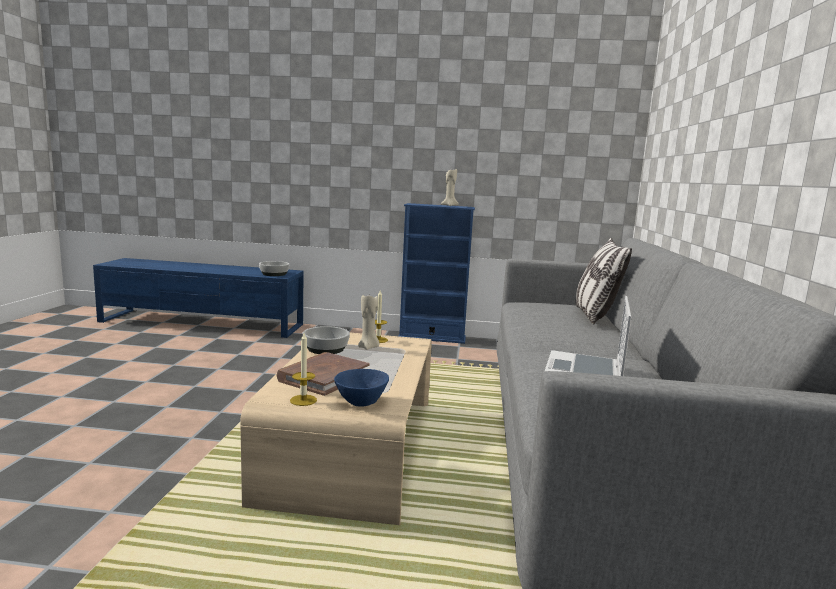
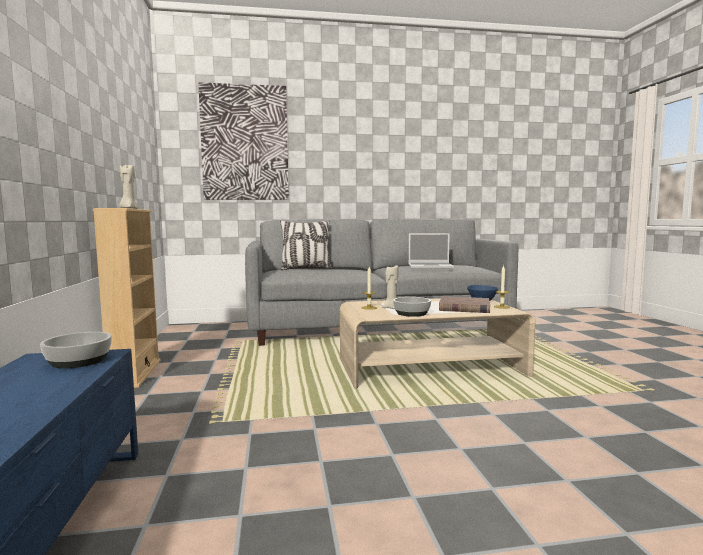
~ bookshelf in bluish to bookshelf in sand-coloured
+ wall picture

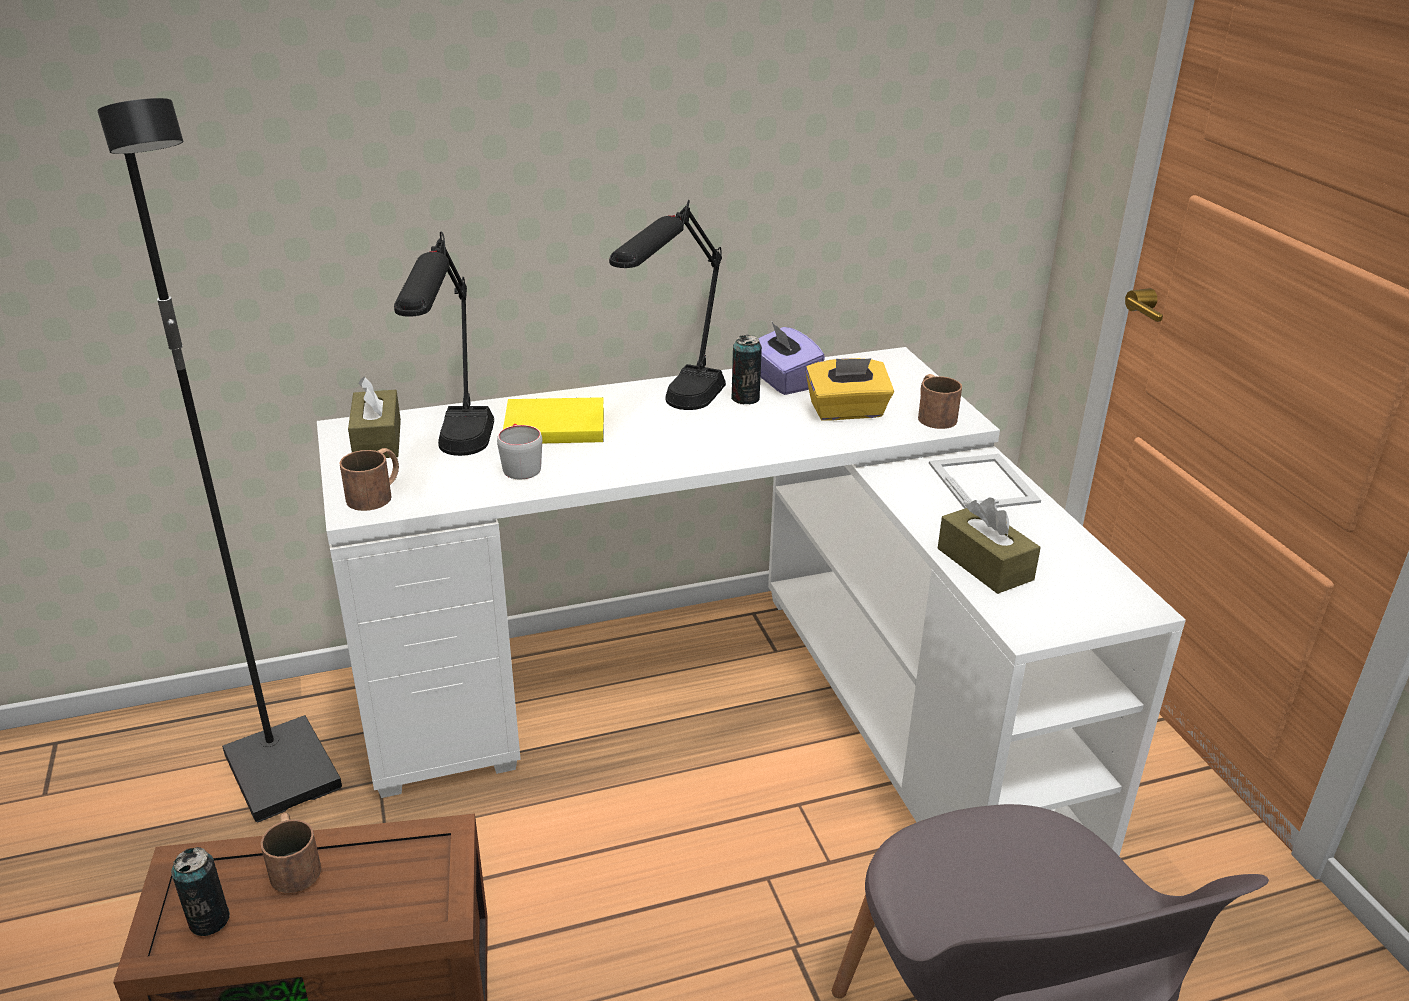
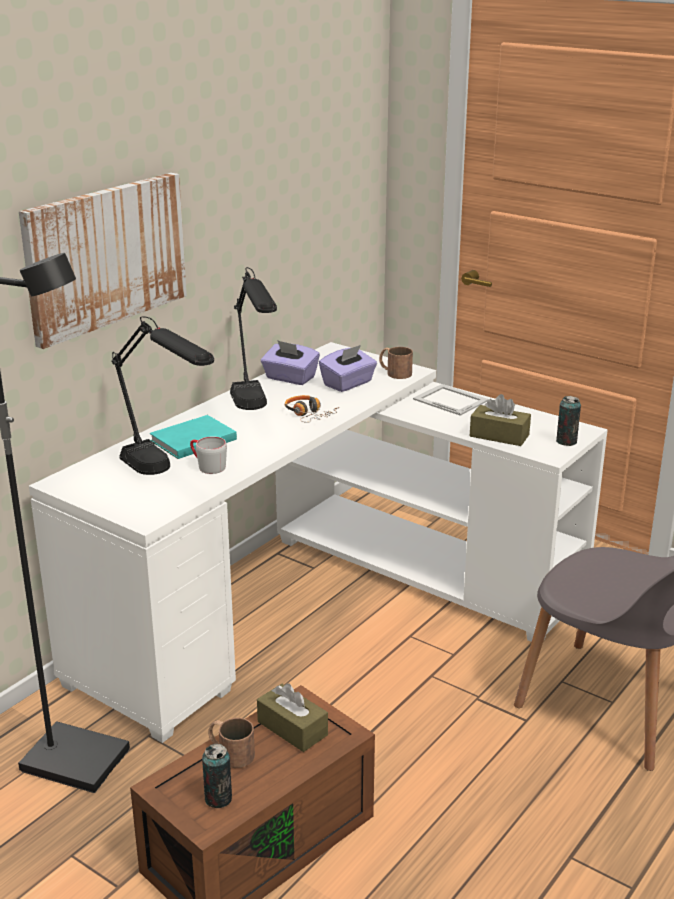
- coffee mug in brown (2nd from left)
~ tissue holder in brown (1st from left)
~ bound book in yellow-coloured to bound book in turquoise-coloured
~ metal can (2nd from left)
~ tissue holder in yellow-coloured to tissue holder in purple (2nd from left)
+ wall picture
+ headphones

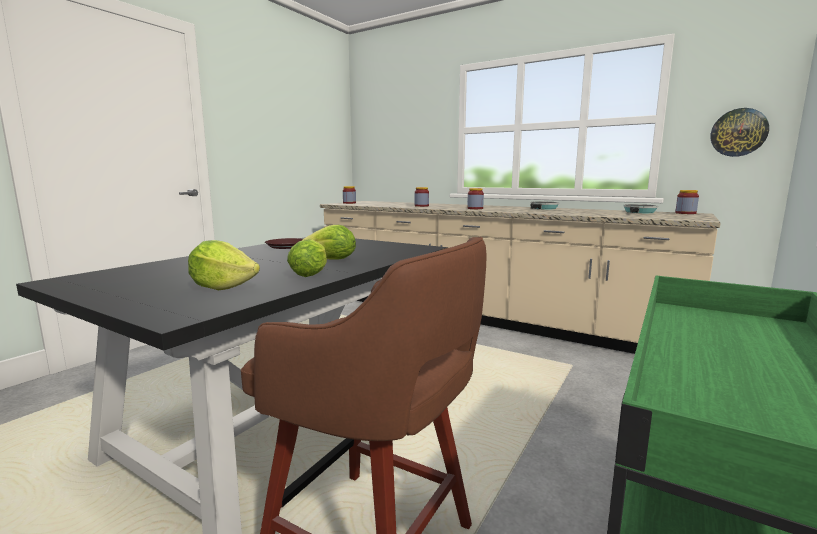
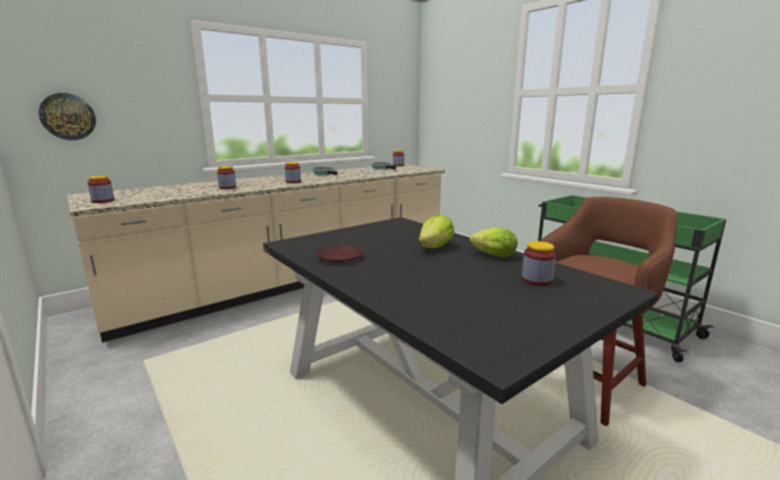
~ head of lettuce (1st from left) to preserve jar (5th from left)
~ hanging clock

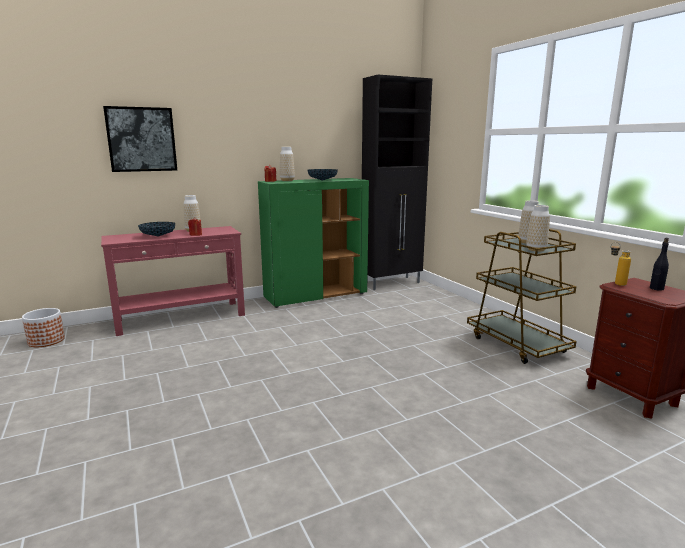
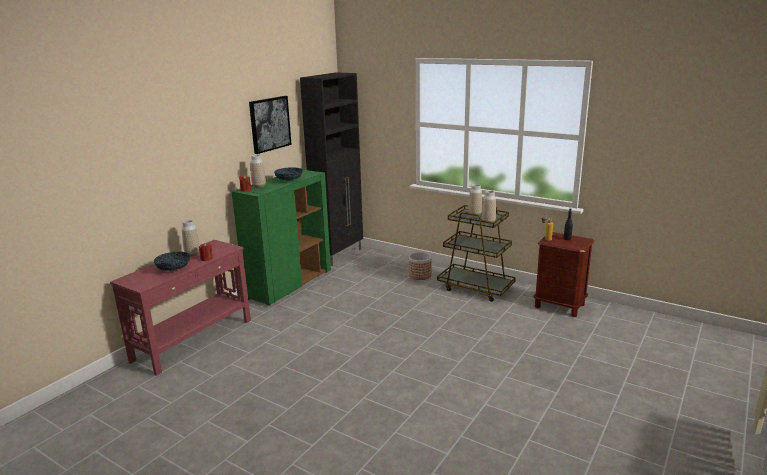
~ planter
~ wall picture

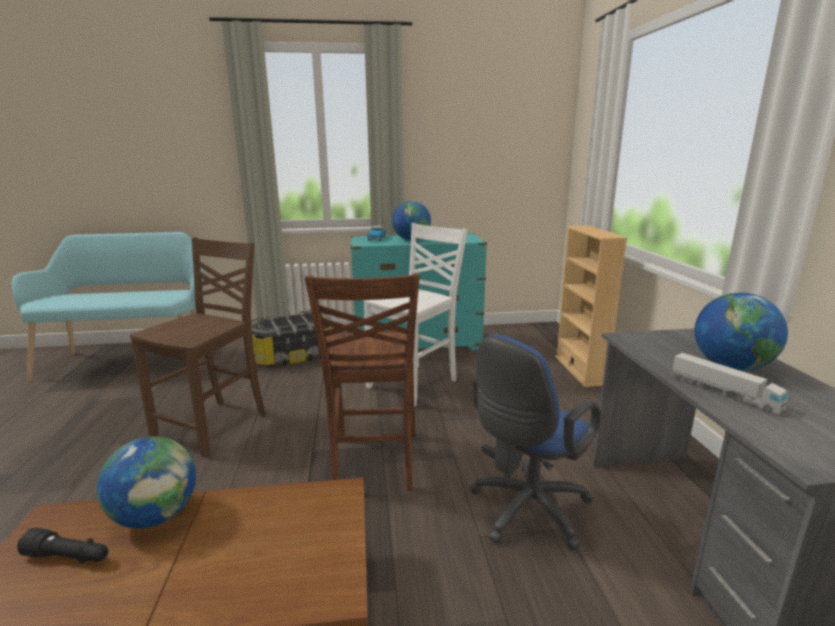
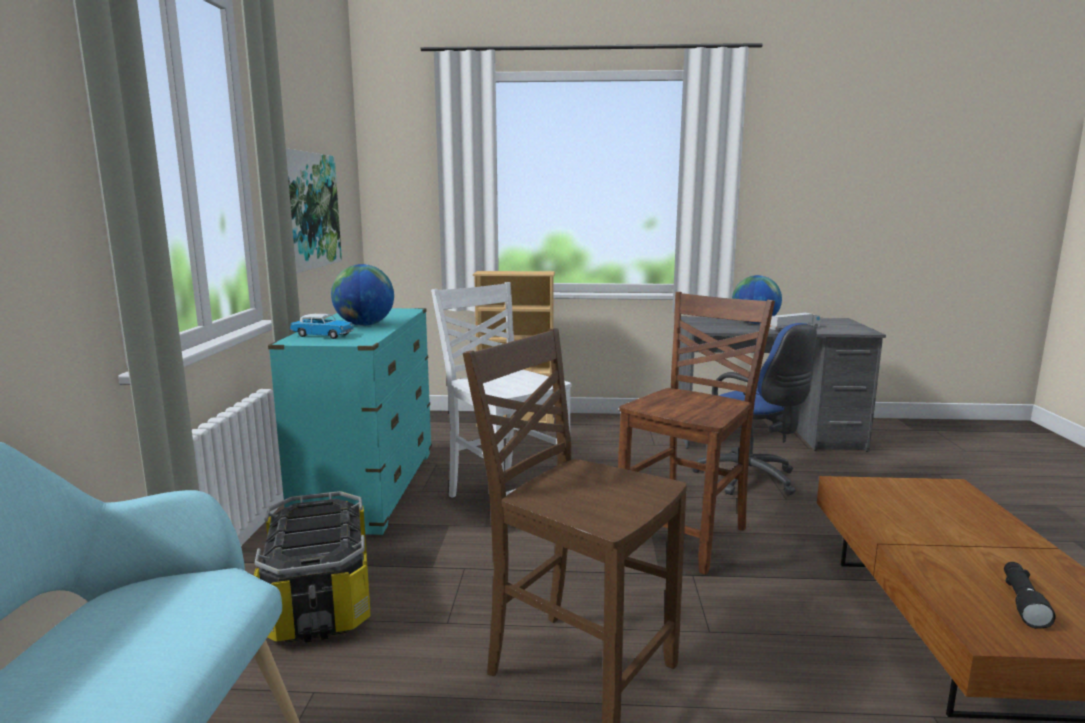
- world globe (1st from left)
~ plain chair in brown (2nd from left) 60 degrees counterclockwise
+ wall picture

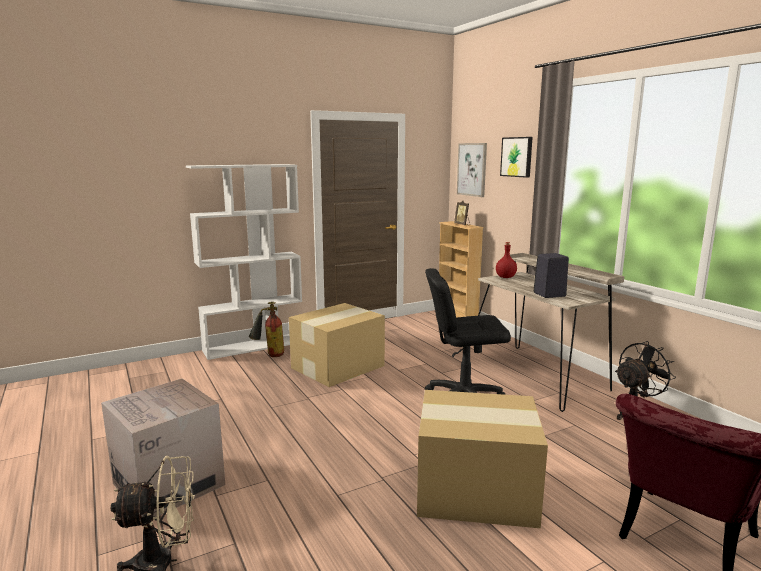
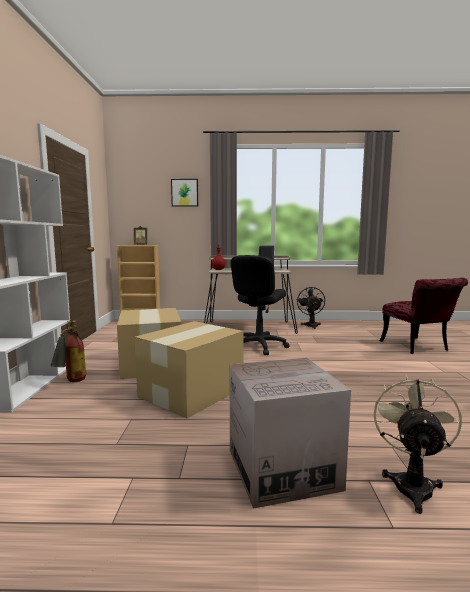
~ carton (3rd from left in the first image) to carton (2nd from left)
- wall picture (1st from left)

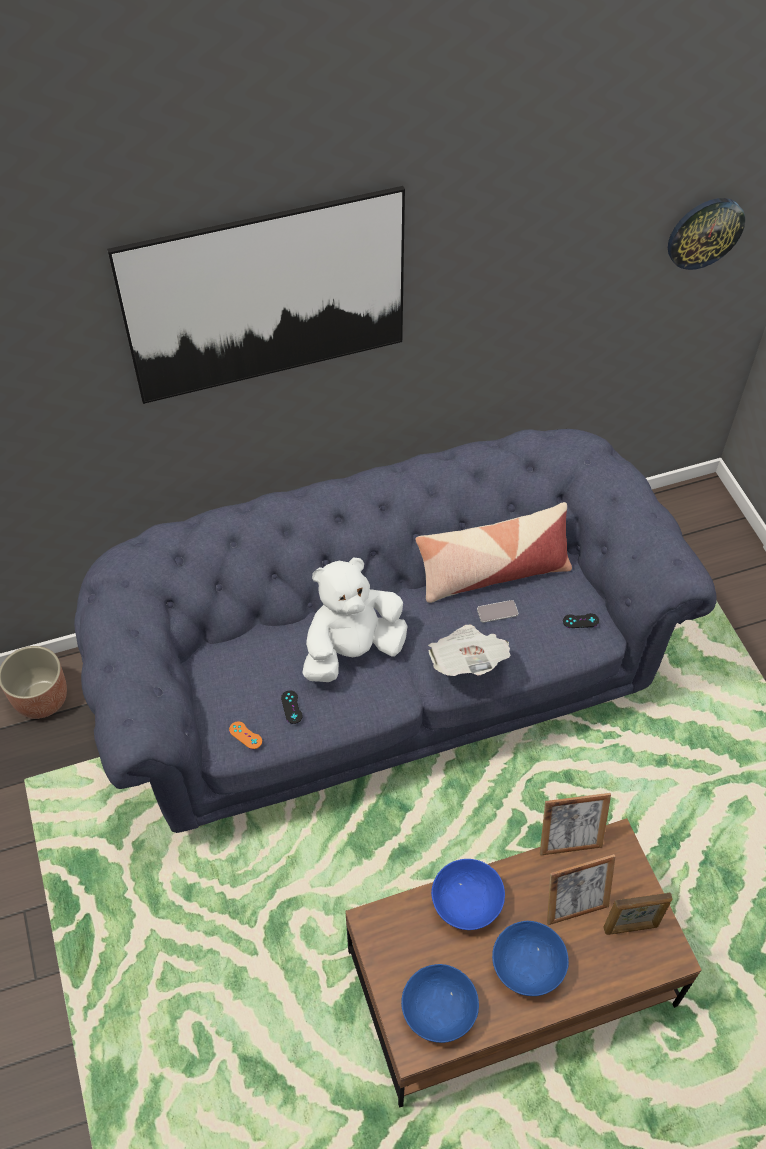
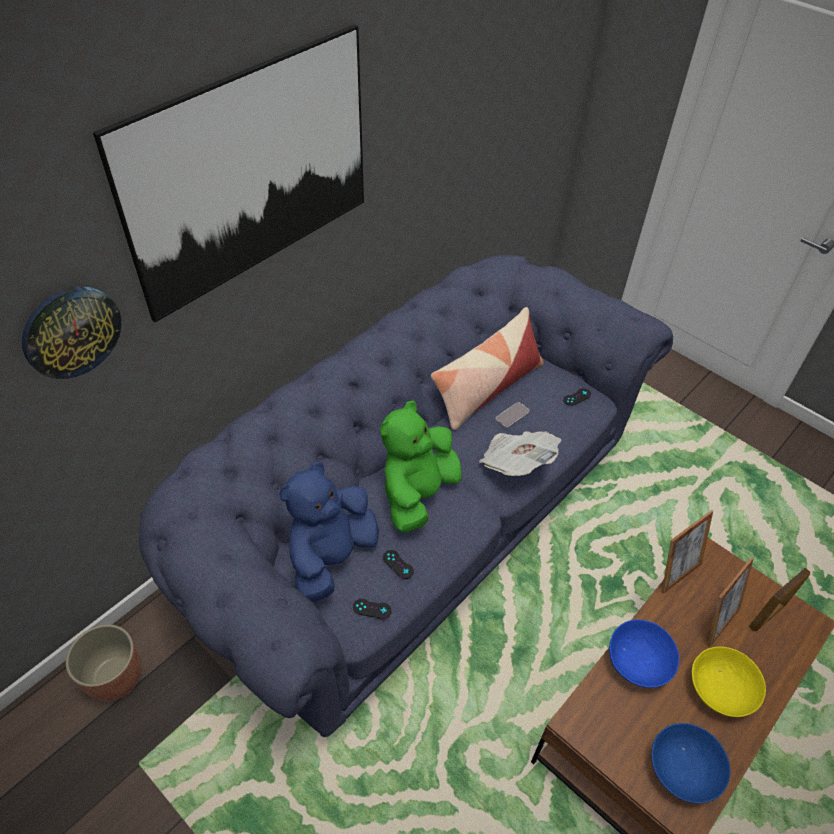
~ joypad in orange-coloured to joypad in black (1st from left)
~ cuddly toy in white to cuddly toy in green-coloured
~ deep dish in bluish (3rd from left) to deep dish in yellow-coloured
~ hanging clock
+ cuddly toy in bluish

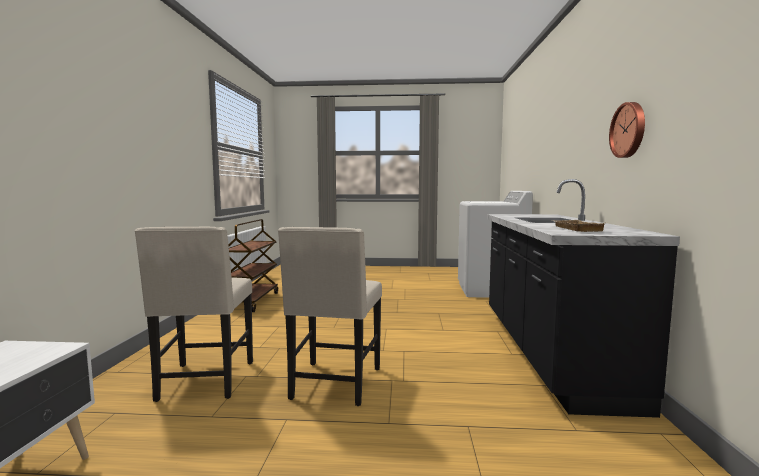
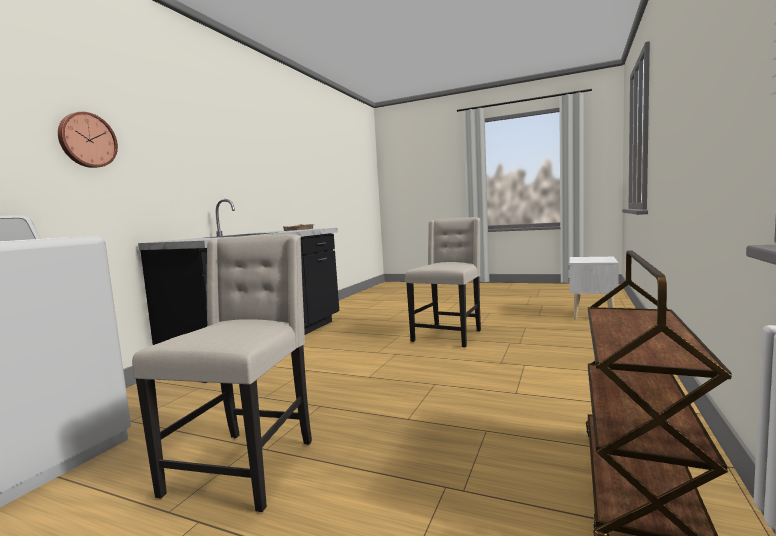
~ plain chair in sand-coloured (1st from left)
~ hanging clock

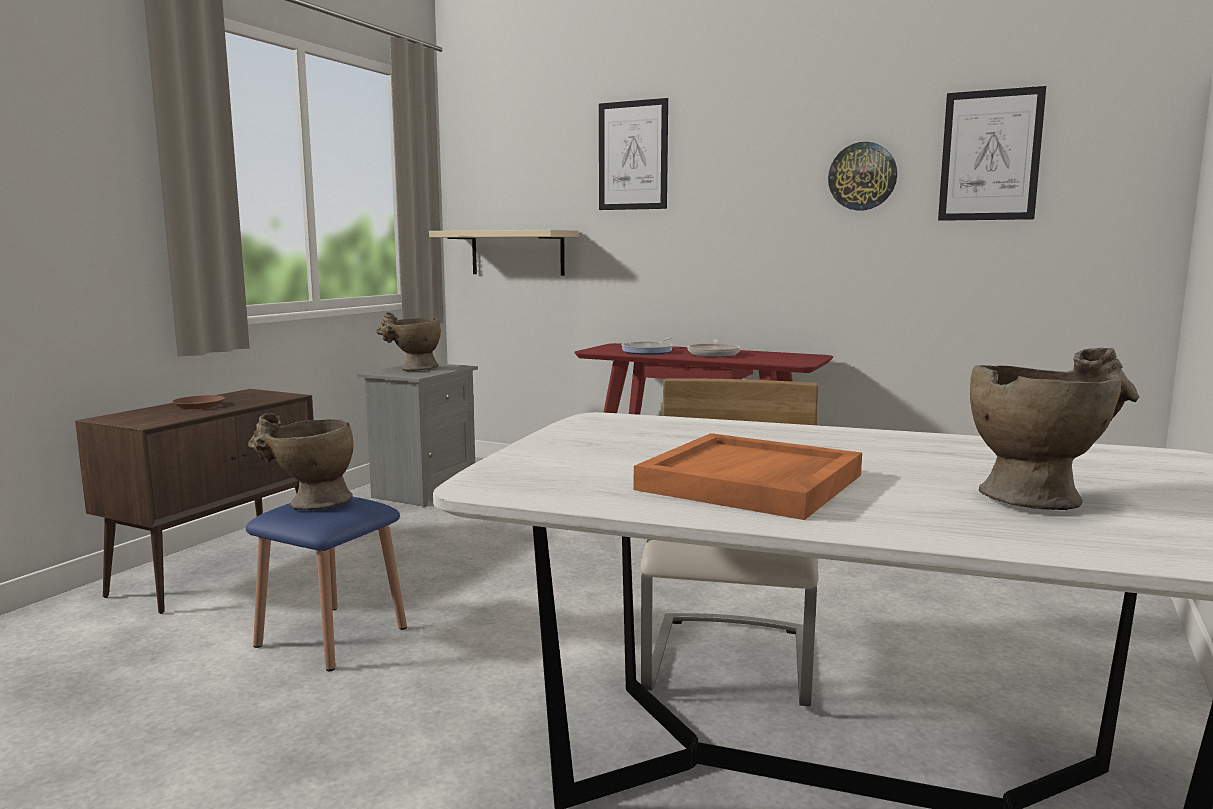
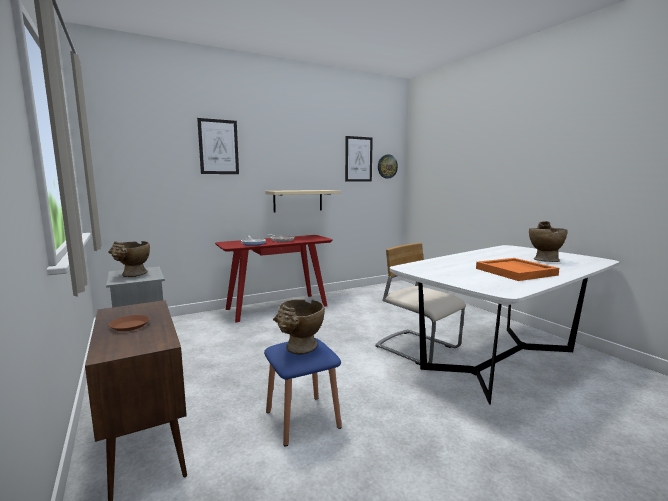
~ shelf in sand-coloured
~ hanging clock

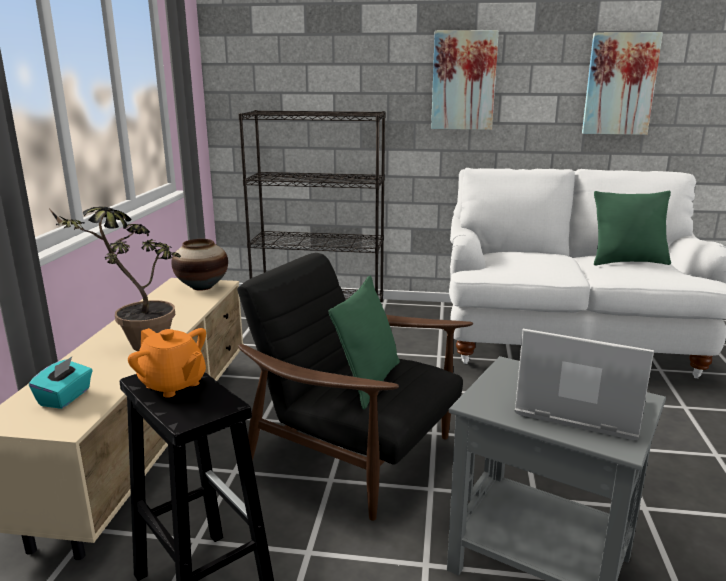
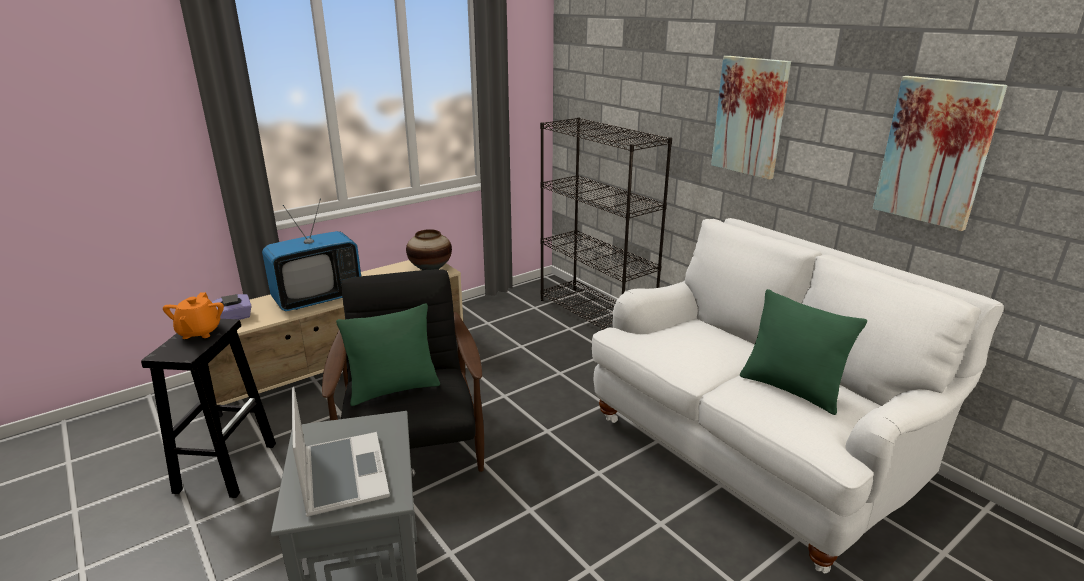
~ tissue holder in turquoise-coloured to tissue holder in purple
~ plant in a pot to TV set

